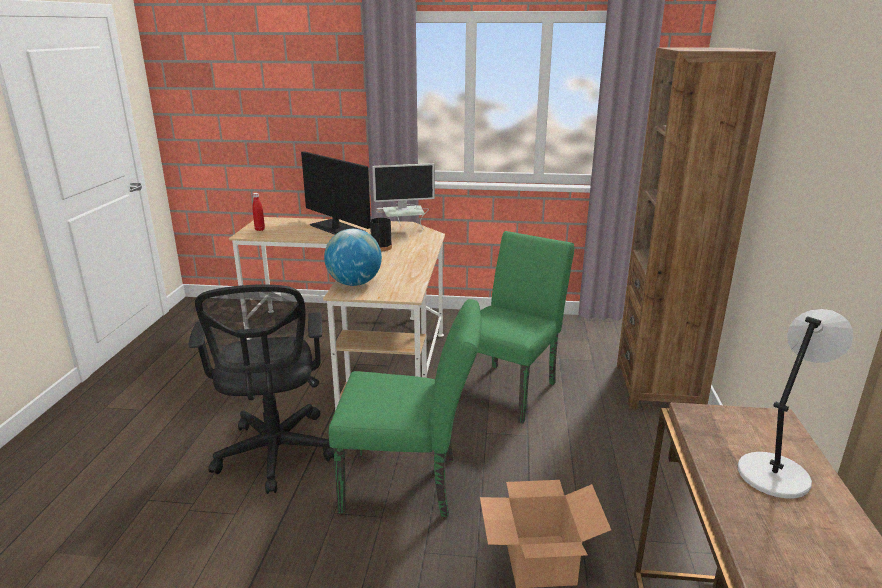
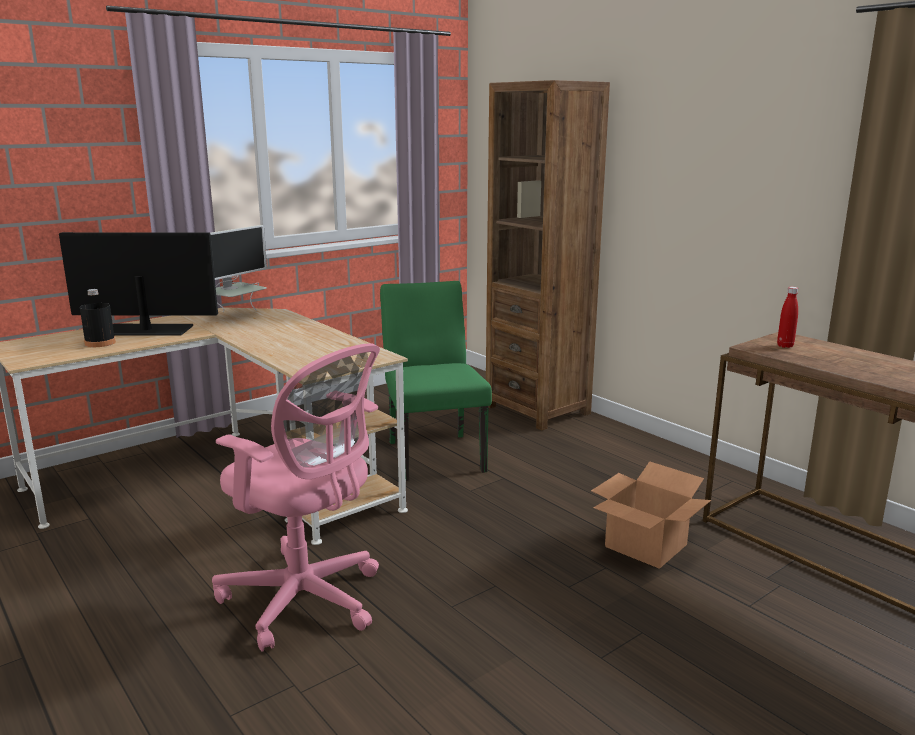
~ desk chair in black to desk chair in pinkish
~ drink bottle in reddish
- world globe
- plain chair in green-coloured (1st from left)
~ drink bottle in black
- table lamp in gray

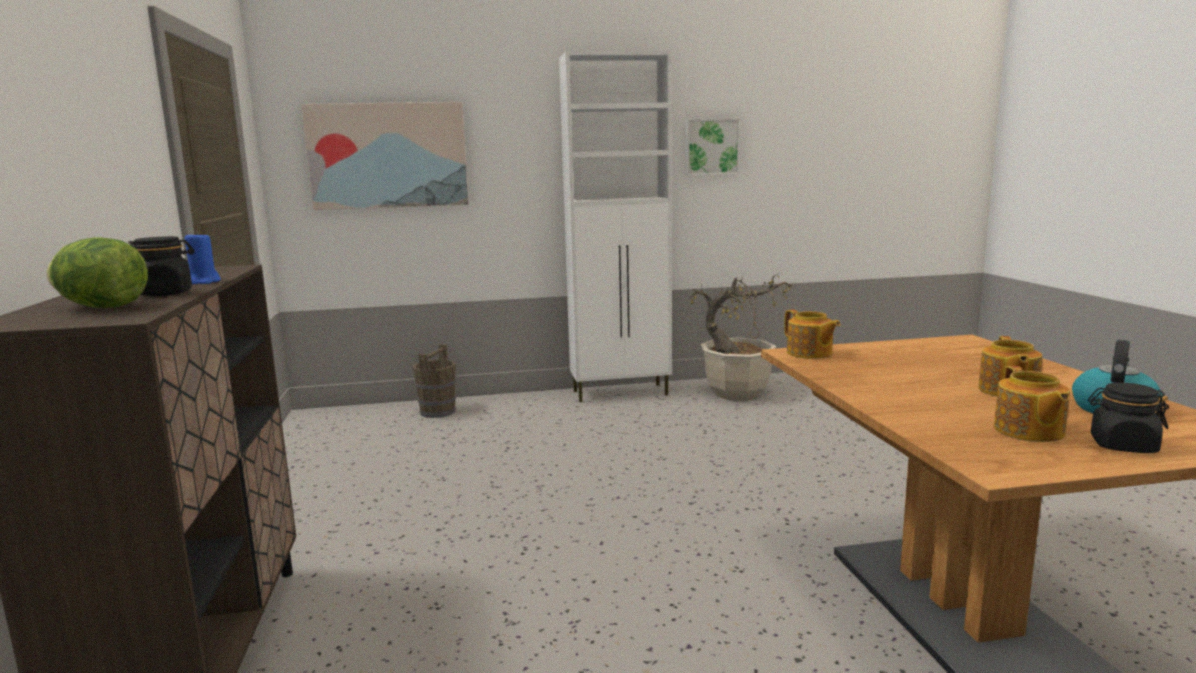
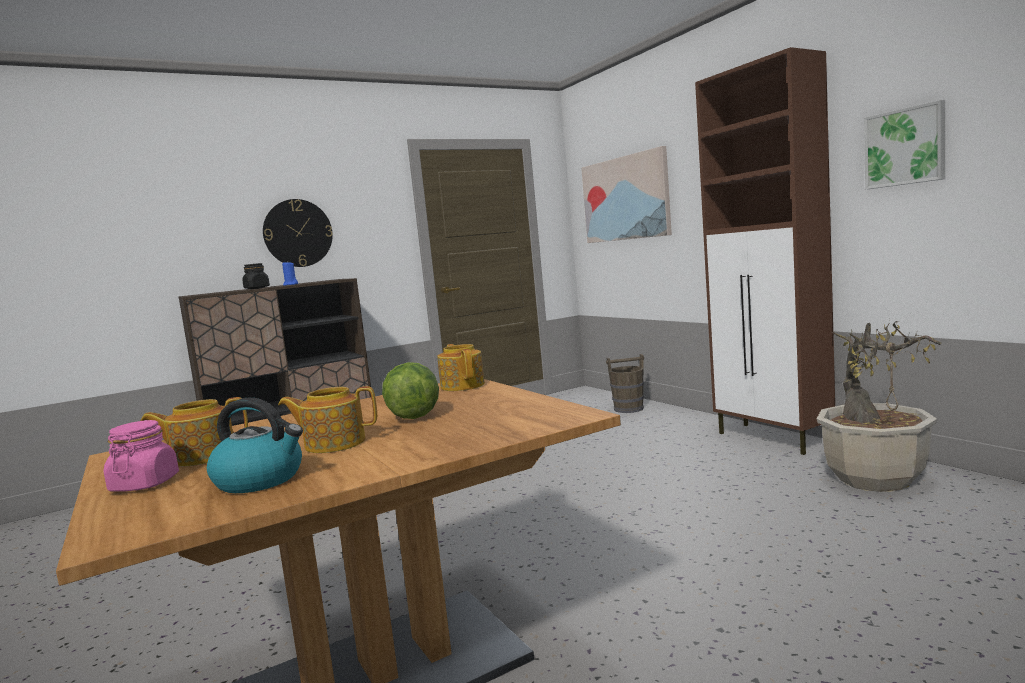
~ head of lettuce
~ cabinet in white to cabinet in brown (2nd from left)
~ teapot (1st from left in the first image) 120 degrees clockwise
~ preserve jar in black (2nd from left) to preserve jar in pinkish
+ hanging clock

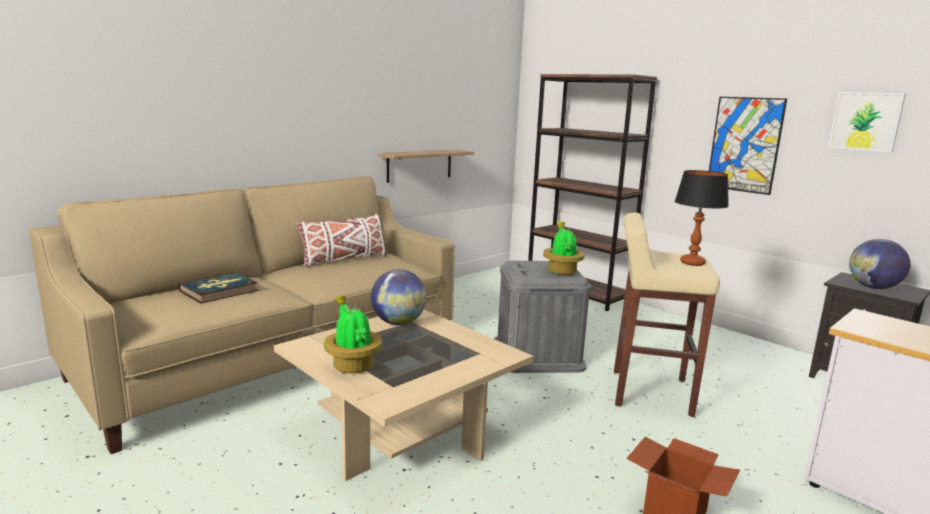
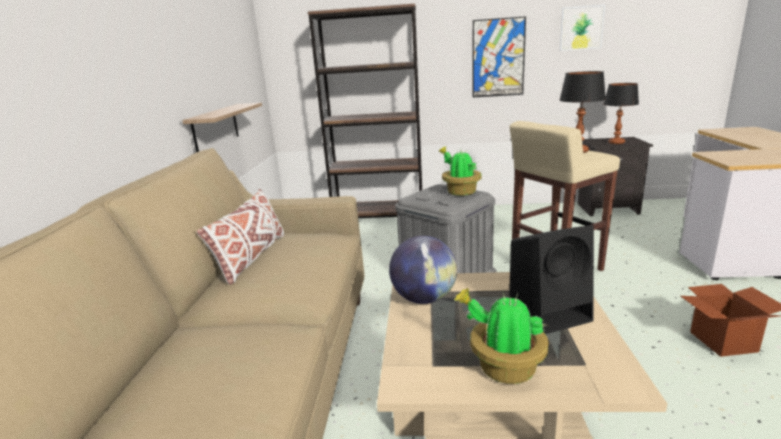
- bound book
~ world globe (2nd from left) to table lamp (2nd from left)
+ loudspeaker in black

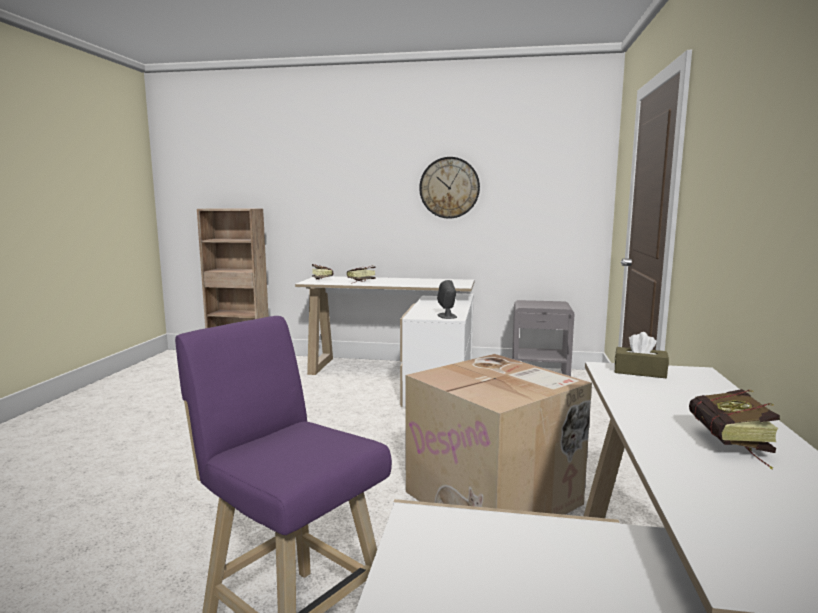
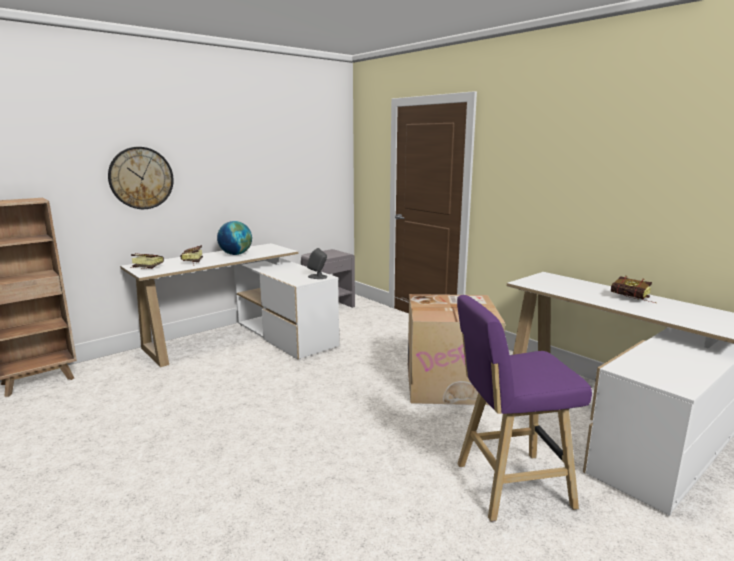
~ hanging clock
- tissue holder in brown
+ world globe

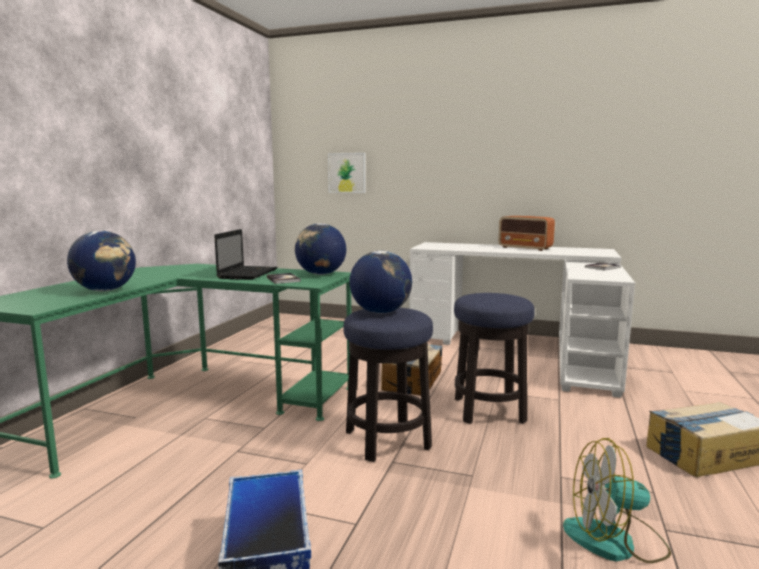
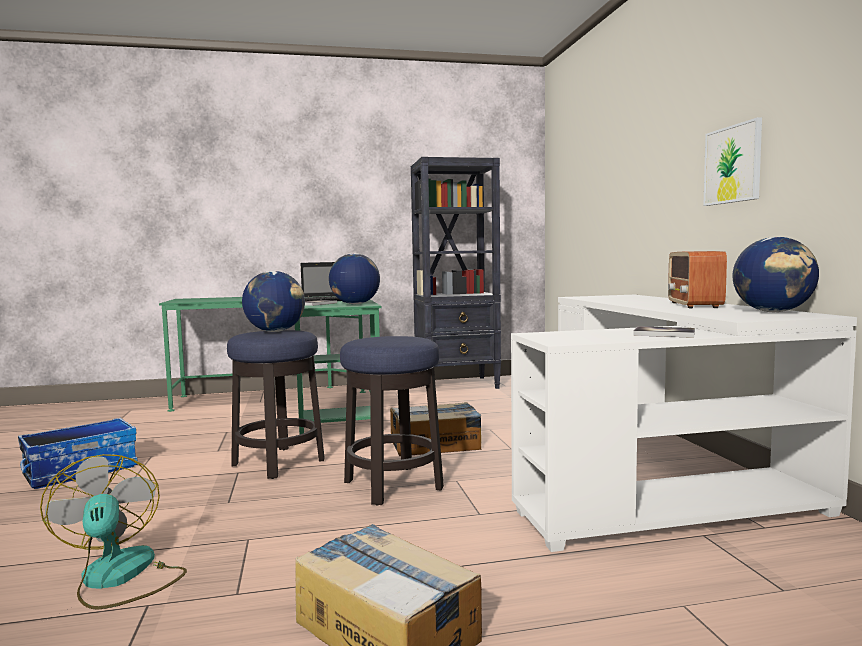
~ world globe (1st from left in the first image) to world globe (3rd from left)
~ wall picture
+ bookshelf in black

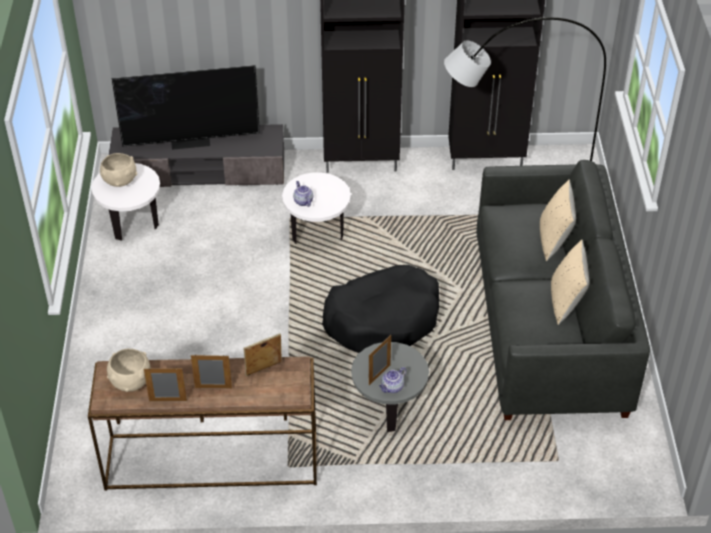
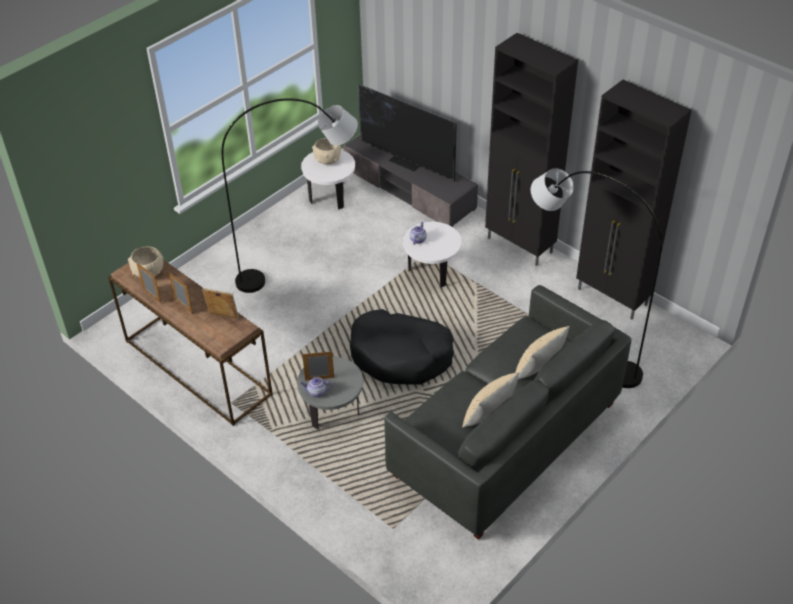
+ standing lamp in gray (1st from left)

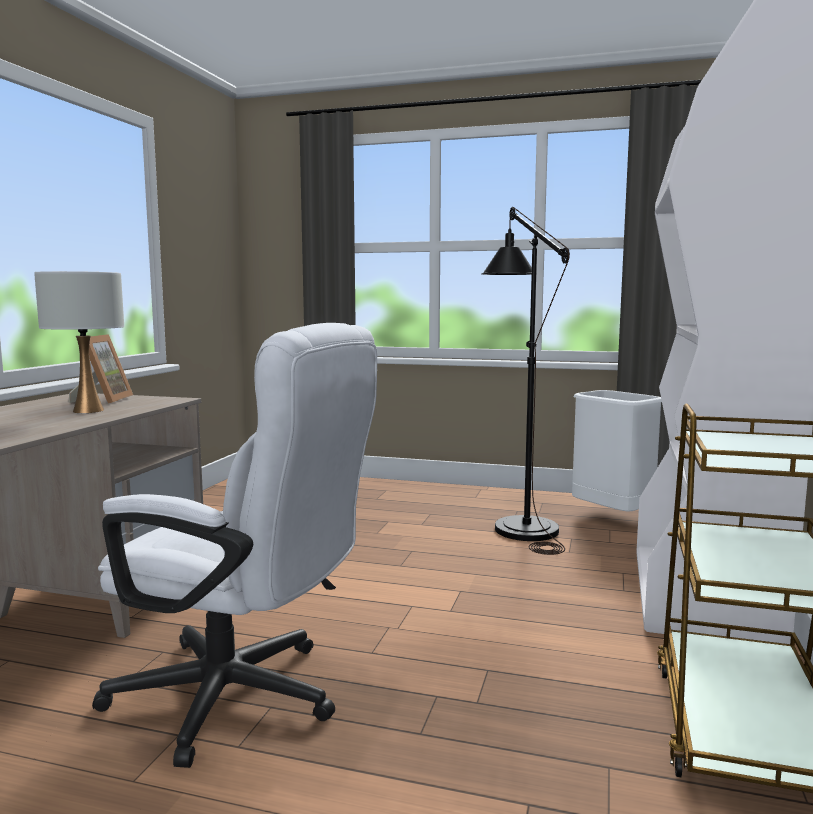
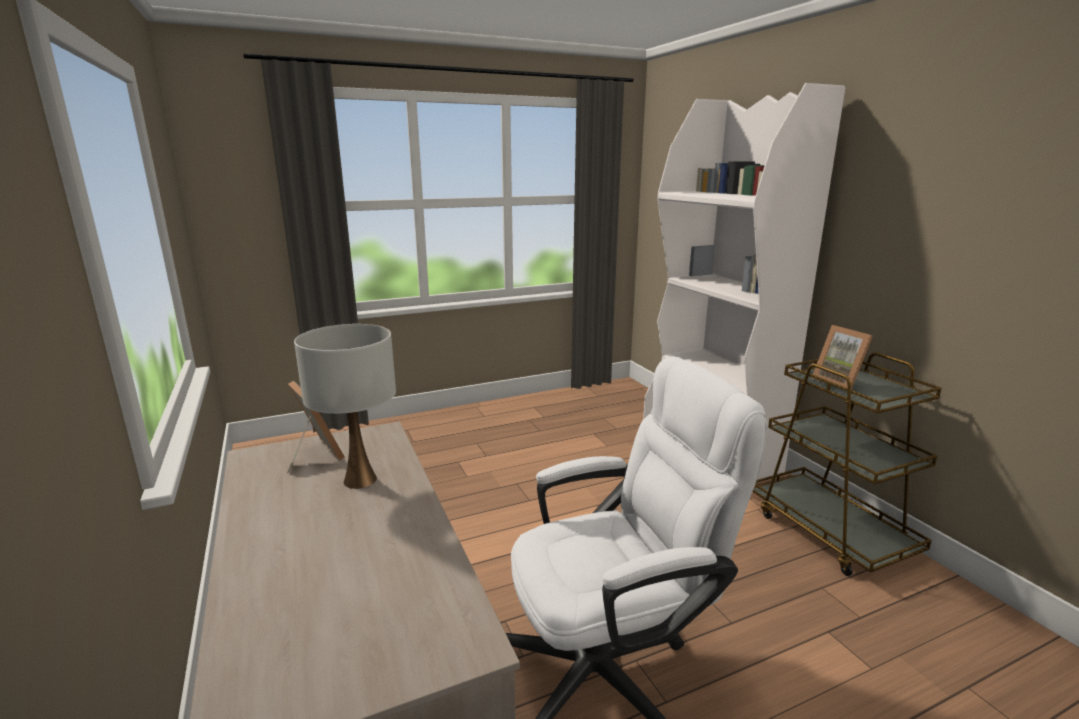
- standing lamp in black
- waste bin in white
+ standing frame (2nd from left)

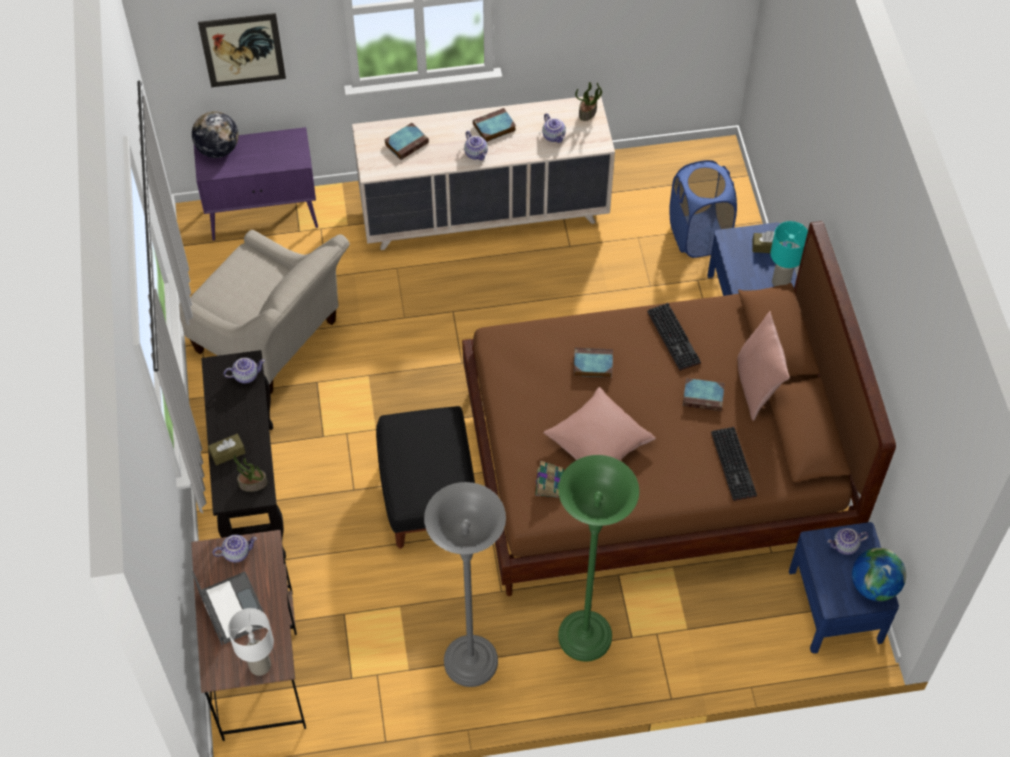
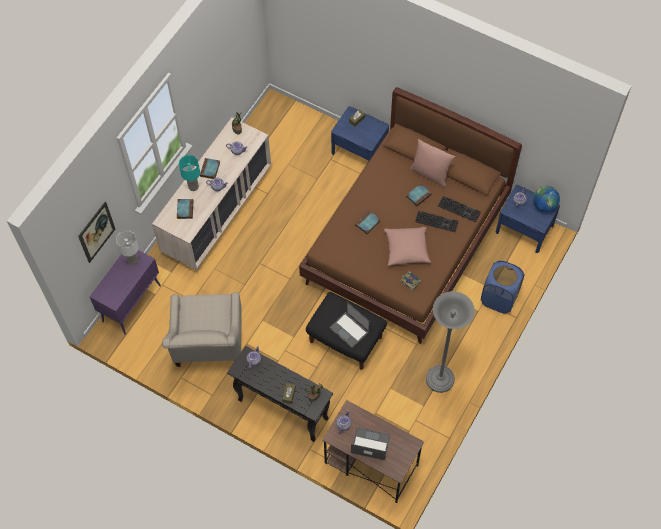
~ lounge chair in sand-coloured 105 degrees clockwise
- world globe (1st from left)
~ table lamp in white
- standing lamp in green-coloured
~ PC keyboard (1st from left)
~ hamper in bluish
~ table lamp in turquoise-coloured
+ laptop (1st from left)

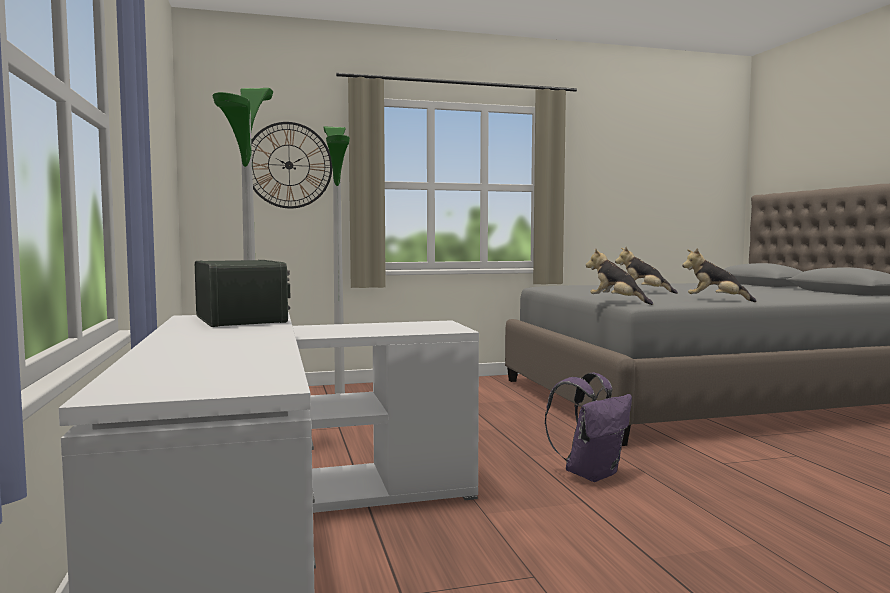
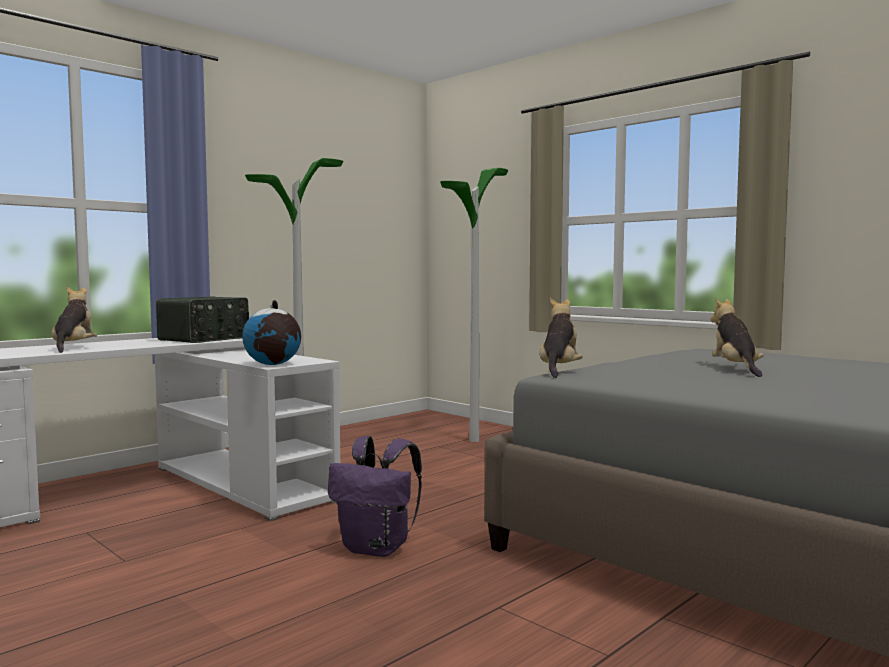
- hanging clock
~ cuddly toy (3rd from left in the first image) to cuddly toy (1st from left)
+ world globe

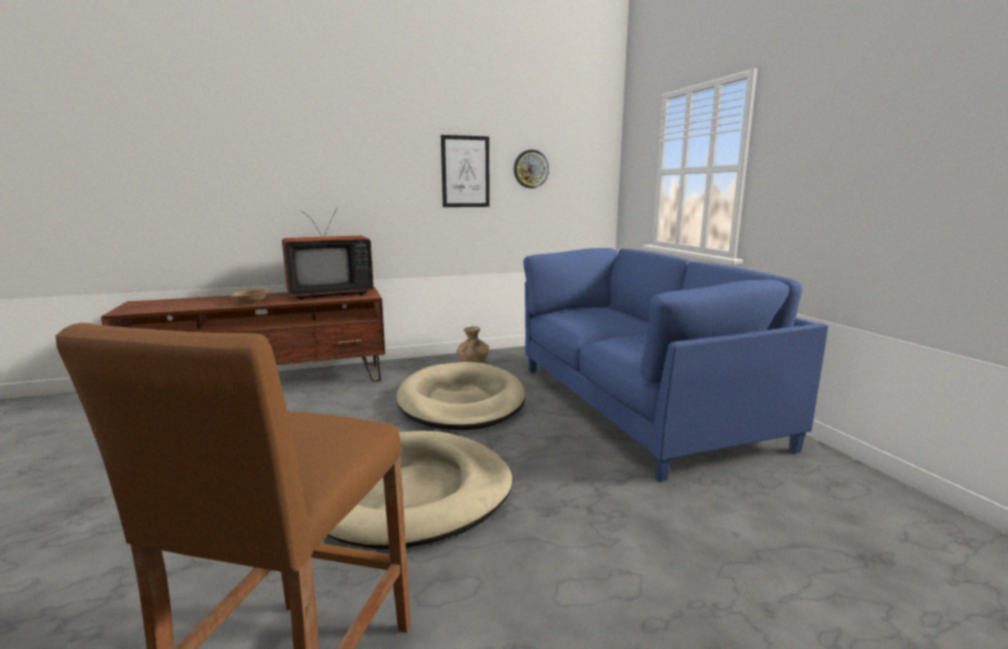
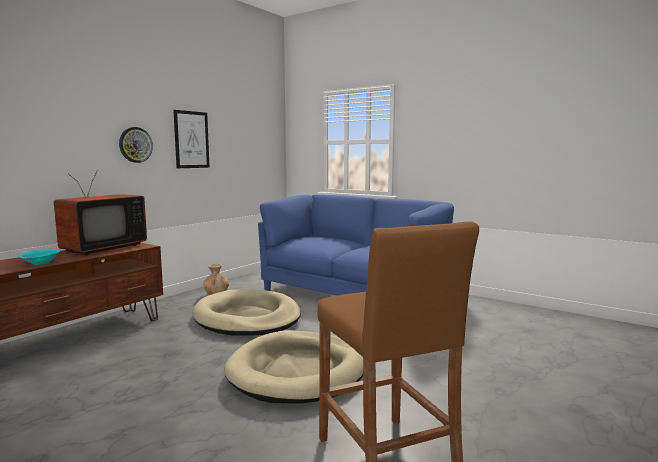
~ deep dish in brown to deep dish in turquoise-coloured
~ hanging clock

